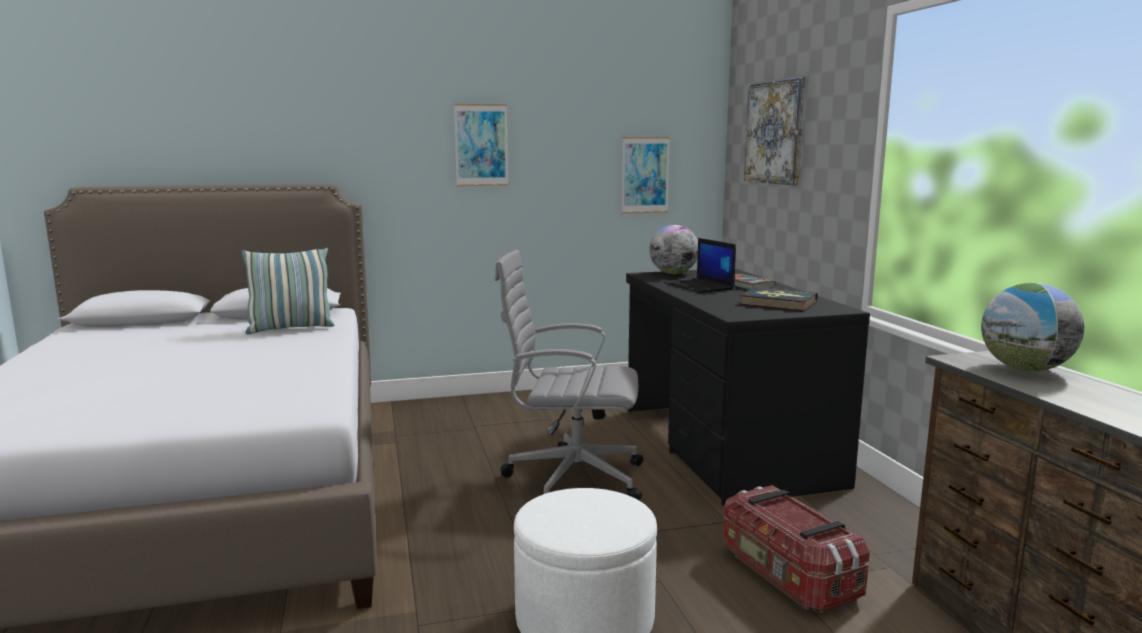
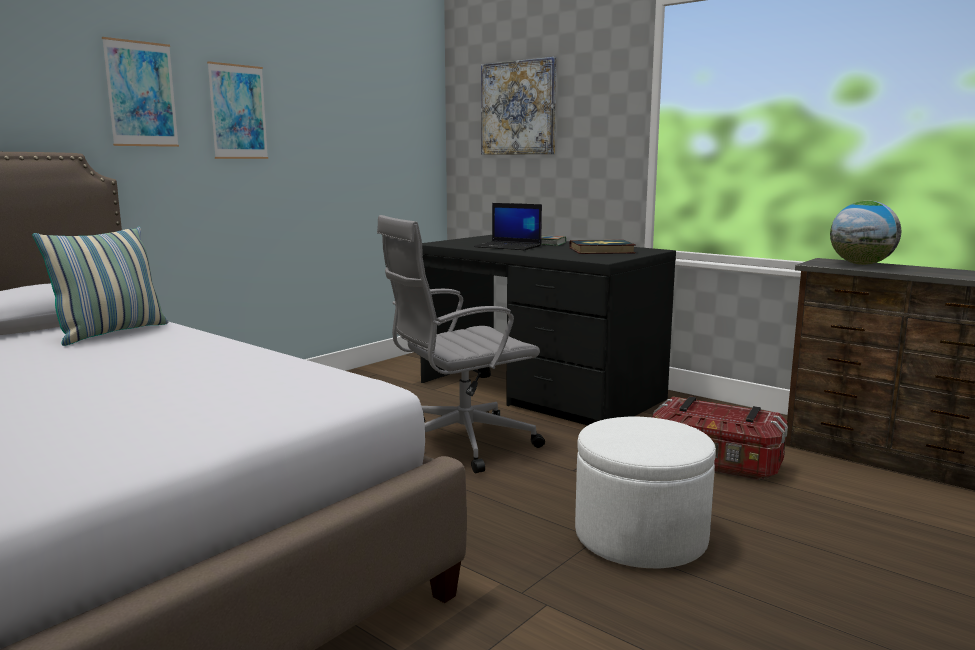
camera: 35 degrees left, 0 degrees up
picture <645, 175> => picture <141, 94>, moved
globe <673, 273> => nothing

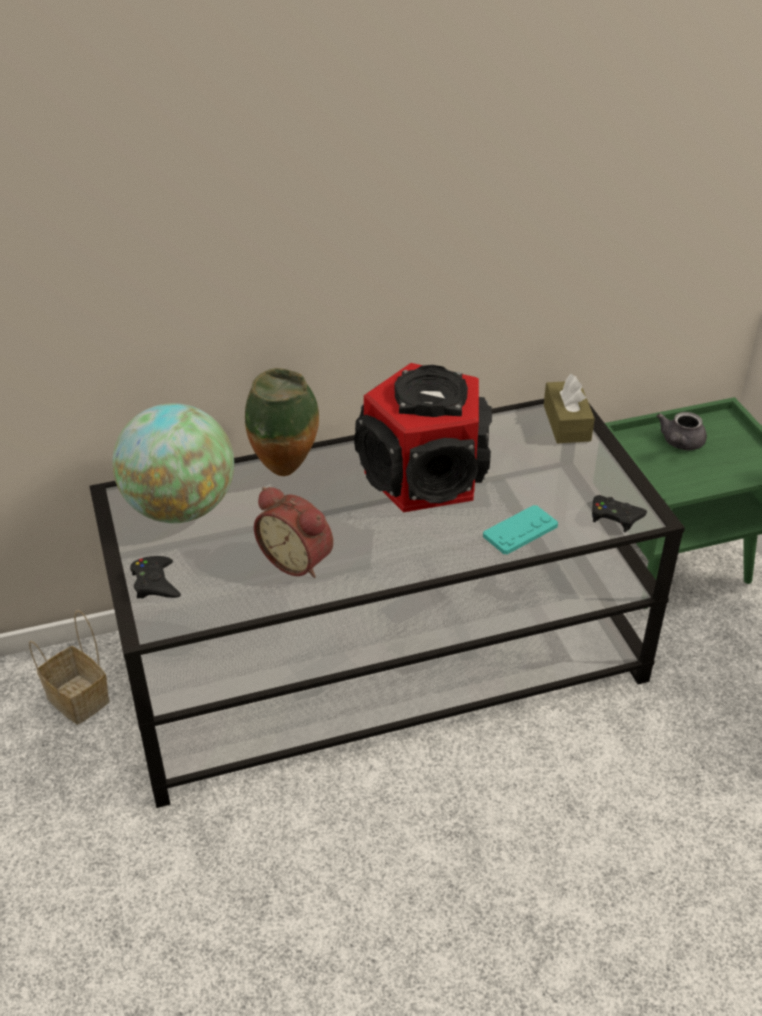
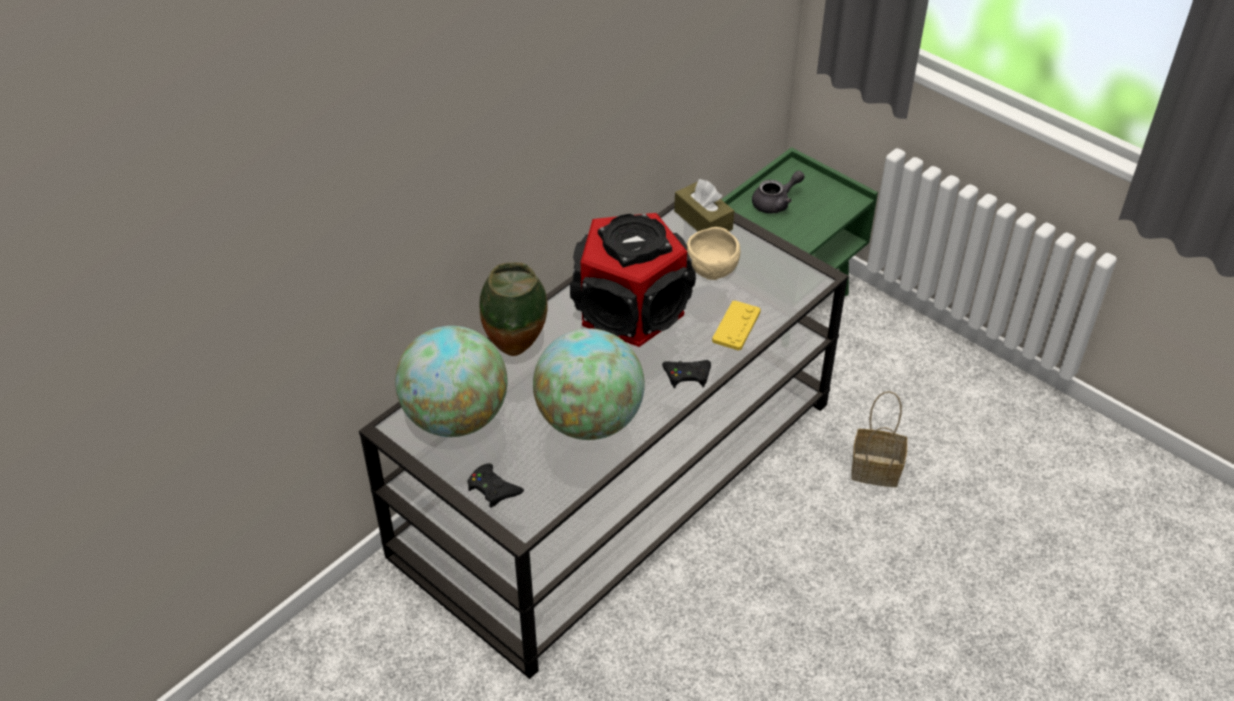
camera: 30 degrees left, 5 degrees up
alarm clock <298, 560> => globe <589, 421>
black game controller <615, 516> => black game controller <687, 376>, moved
nothing => beige bowl <711, 267>
turquoise game controller <520, 531> => yellow game controller <736, 326>
grey teapot <679, 443> => grey teapot <776, 203>, 120 degrees counterclockwise
basket <75, 699> => basket <873, 470>, moved

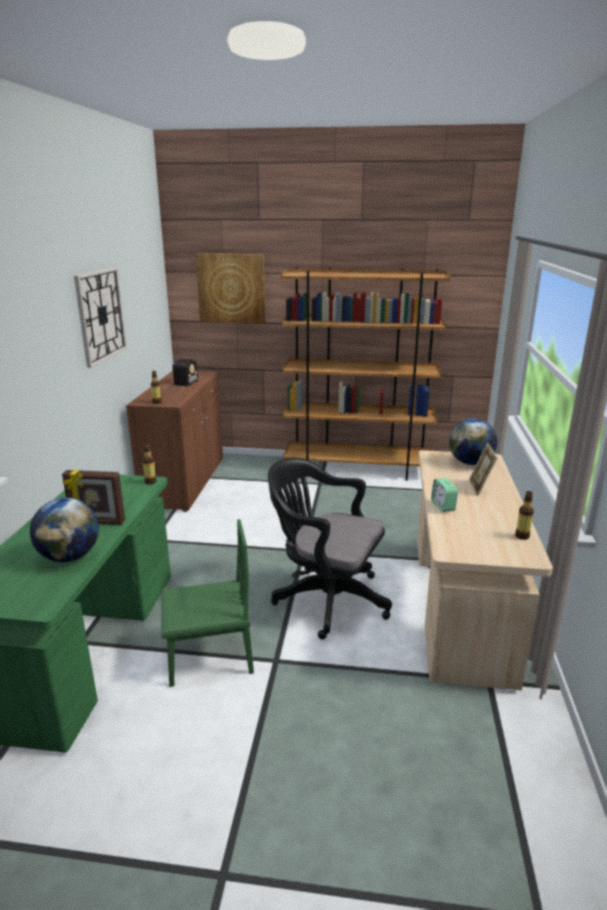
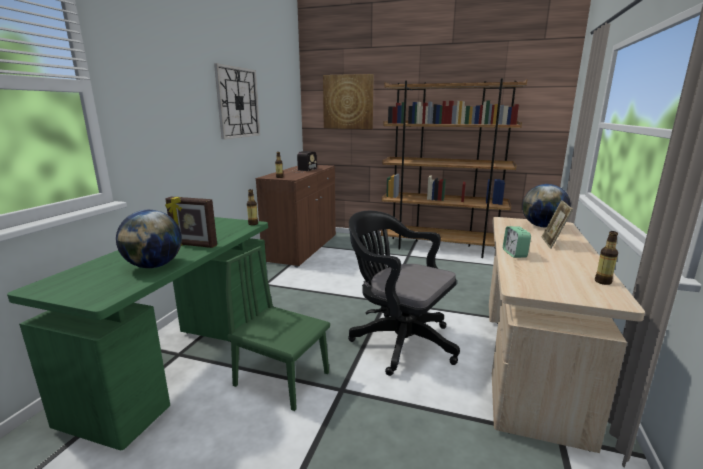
camera: 10 degrees right, 5 degrees down
green chair <209, 656> => green chair <282, 379>, 150 degrees counterclockwise

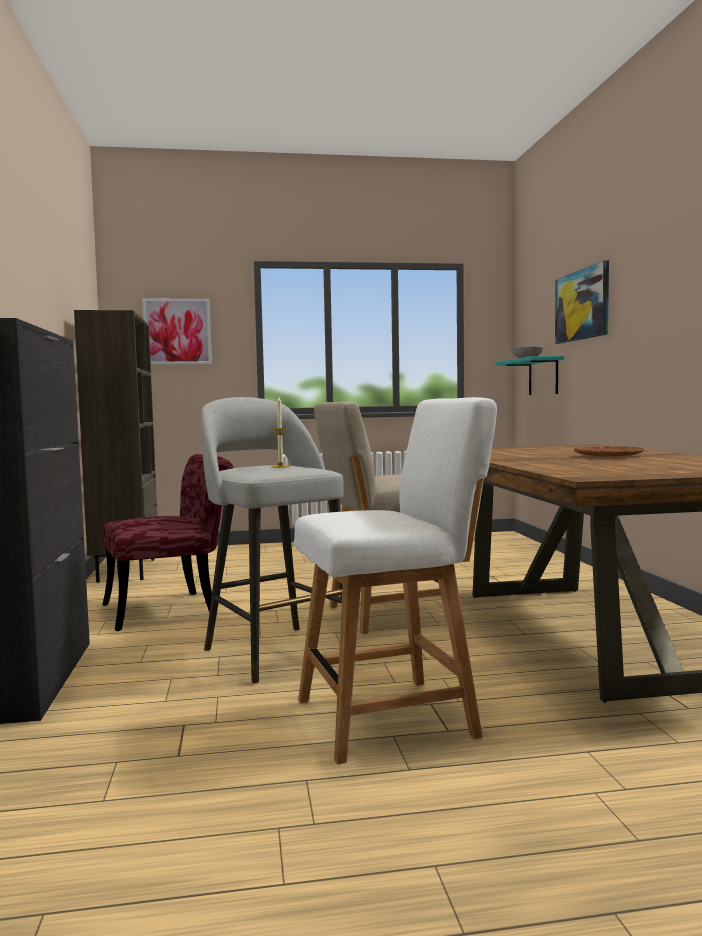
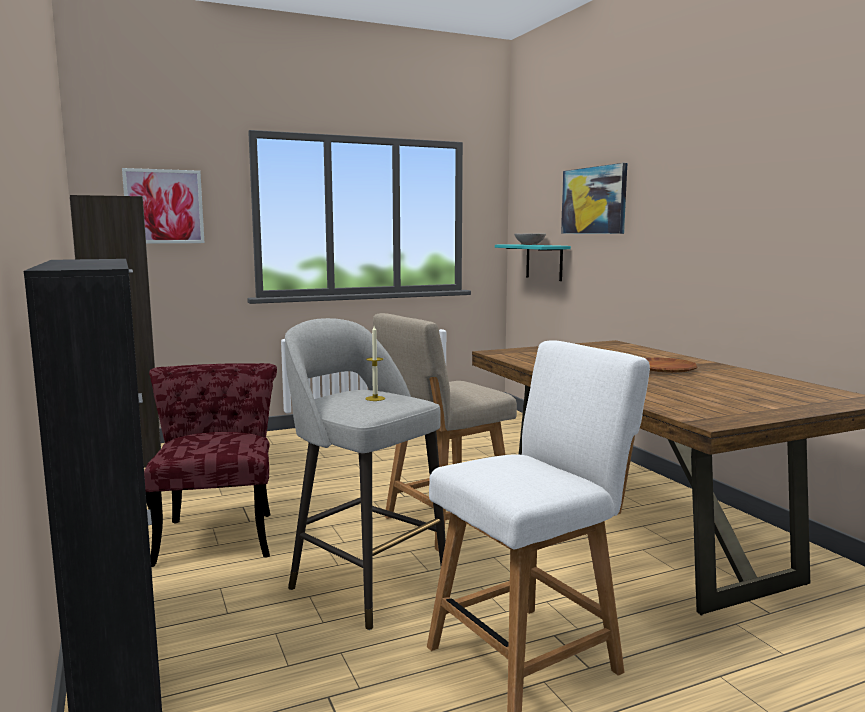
camera: 15 degrees left, 5 degrees up
red chair <173, 608> => red chair <218, 532>, 60 degrees counterclockwise

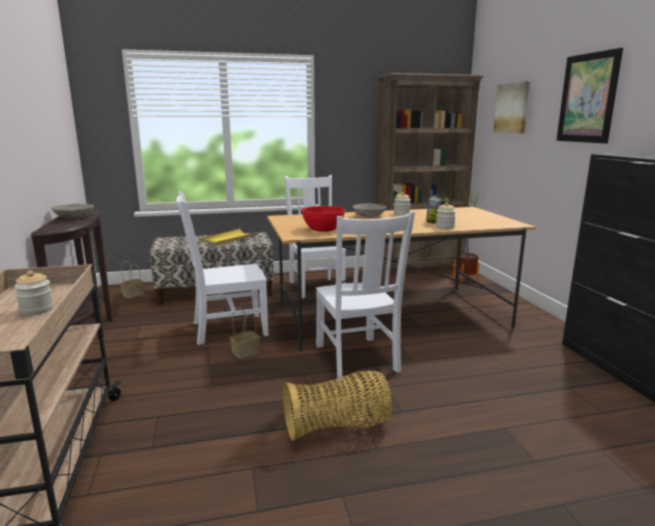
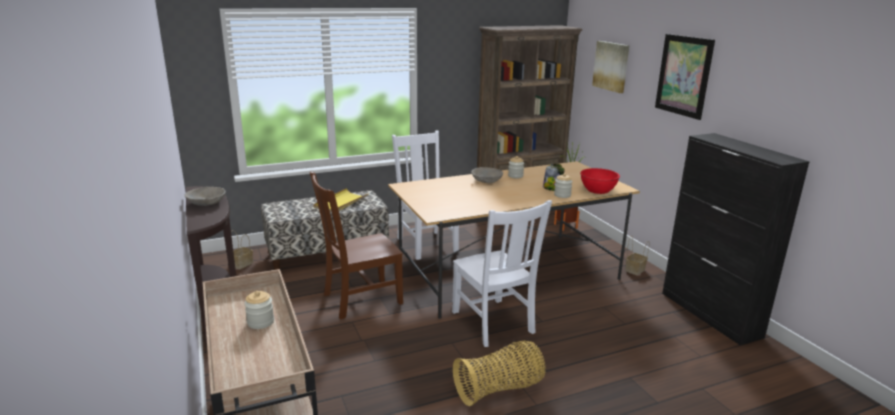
camera: 10 degrees left, 5 degrees up
white chair <226, 329> => brown chair <359, 299>
red bowl <323, 229> => red bowl <598, 190>, moved
basket <246, 352> => basket <635, 270>, moved

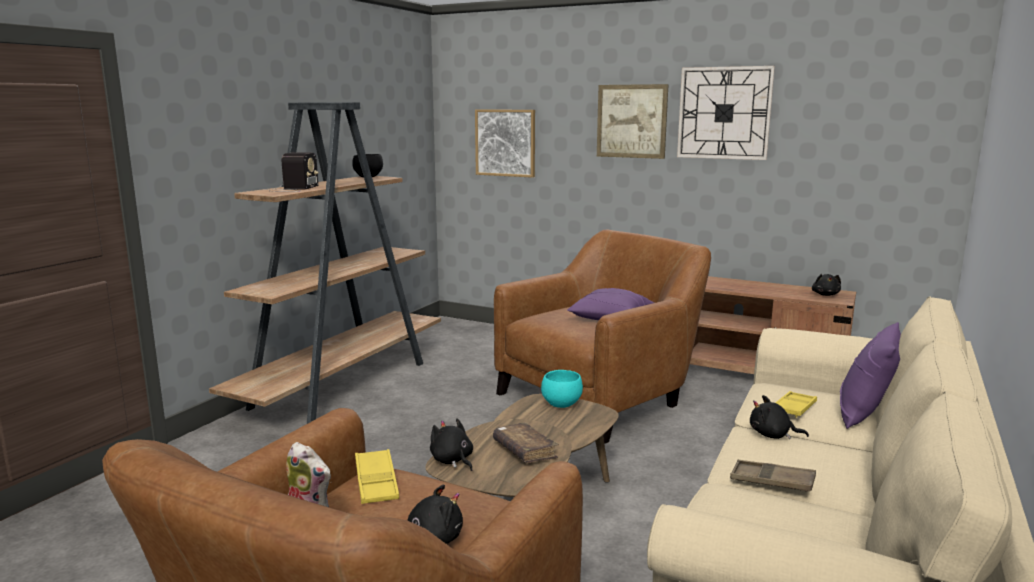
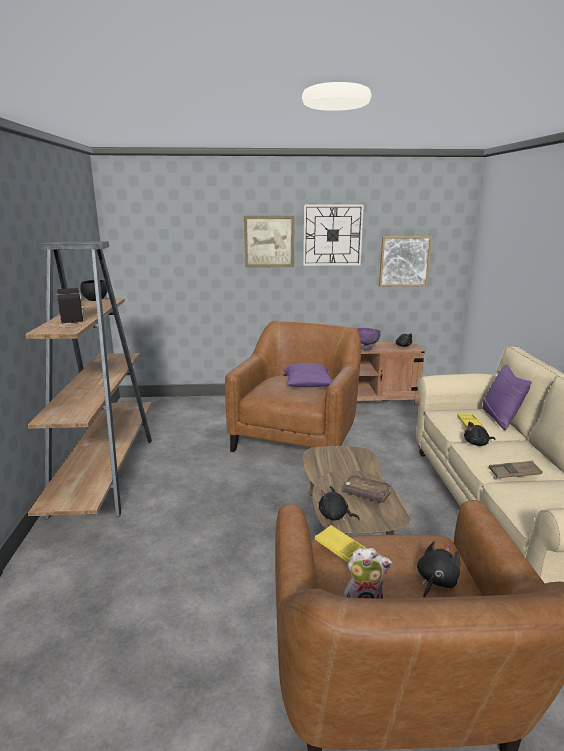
camera: 30 degrees left, 5 degrees up
nothing => purple bowl <366, 349>
picture <505, 143> => picture <404, 261>, moved
turquoise bowl <560, 404> => nothing

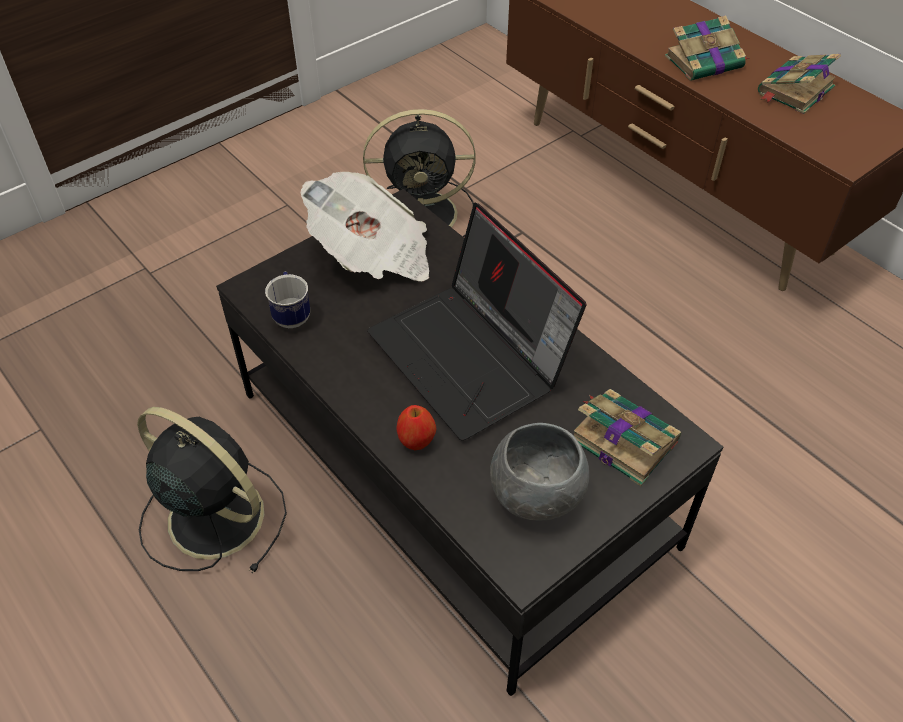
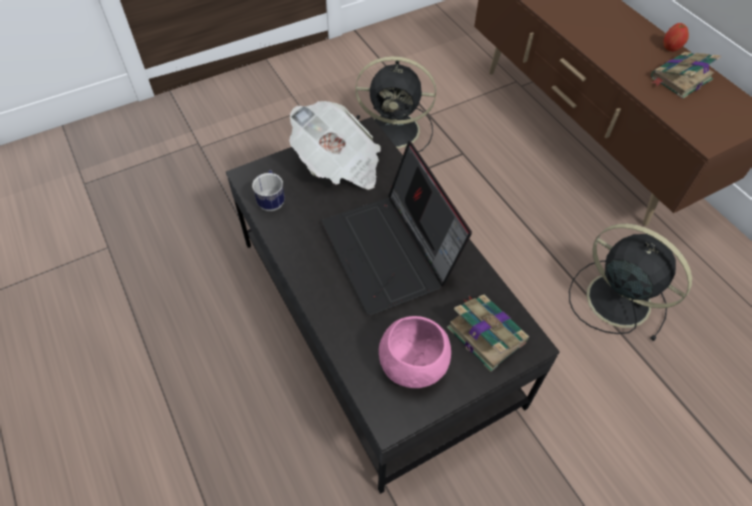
camera: 10 degrees right, 5 degrees up
grey bowl <535, 494> => pink bowl <412, 365>
black fan <212, 514> => black fan <615, 298>, moved
apple <416, 440> => apple <671, 48>, moved
book <705, 62> => nothing

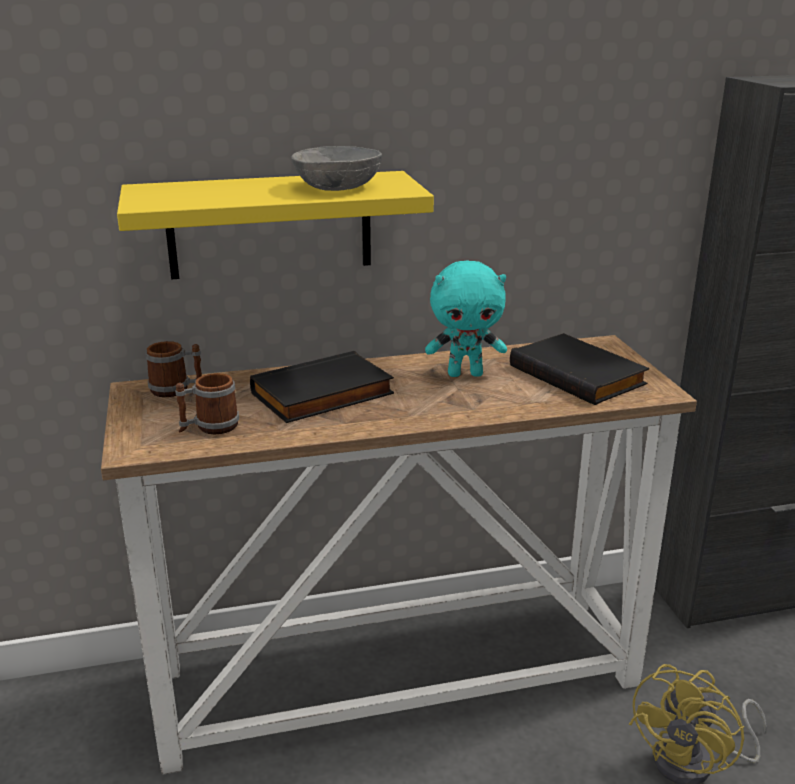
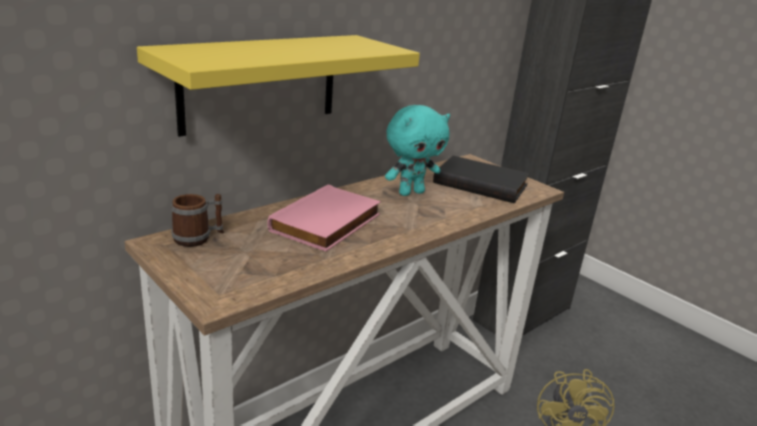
camera: 30 degrees left, 0 degrees up
black book <323, 395> => pink book <328, 224>
mug <209, 427> => nothing
grey bowl <339, 187> => nothing

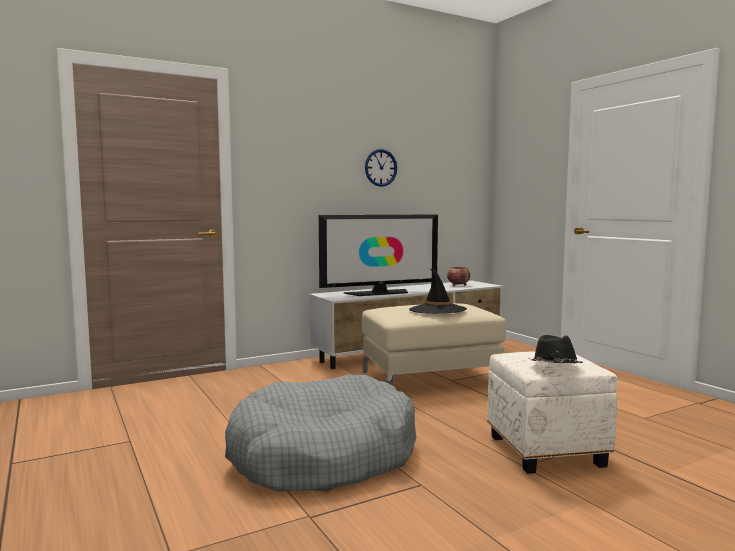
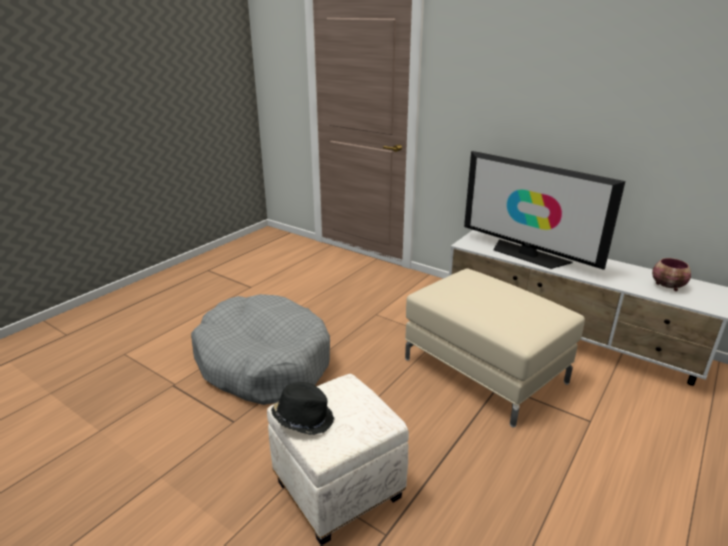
camera: 65 degrees right, 20 degrees up
wall clock <380, 168> => nothing
black hat <437, 310> => nothing

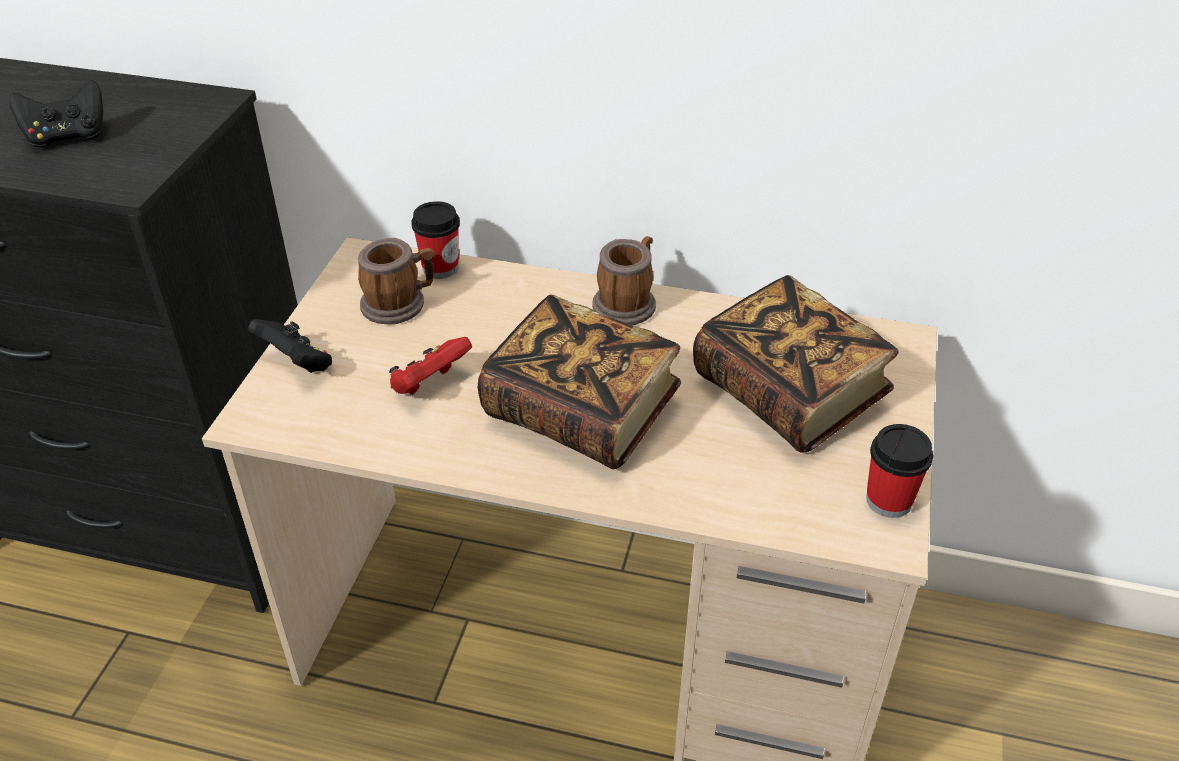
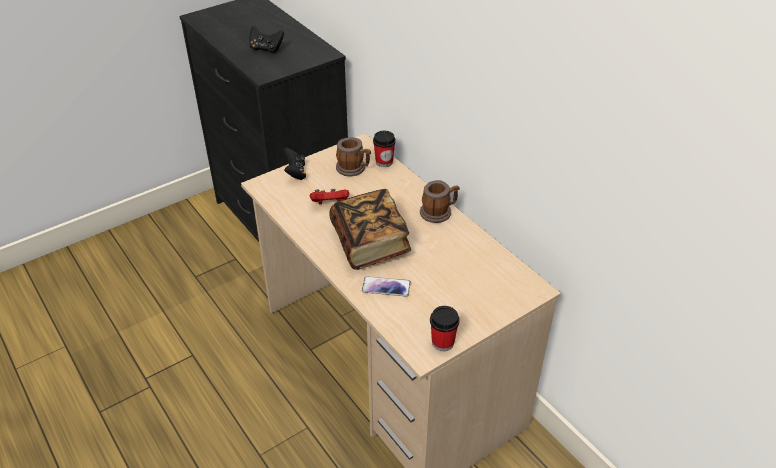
camera: 40 degrees right, 0 degrees up
nothing => phone <386, 287>
book <789, 392> => nothing

